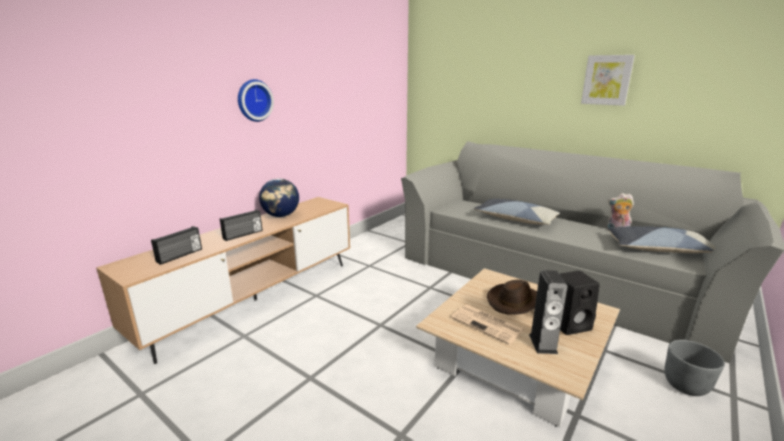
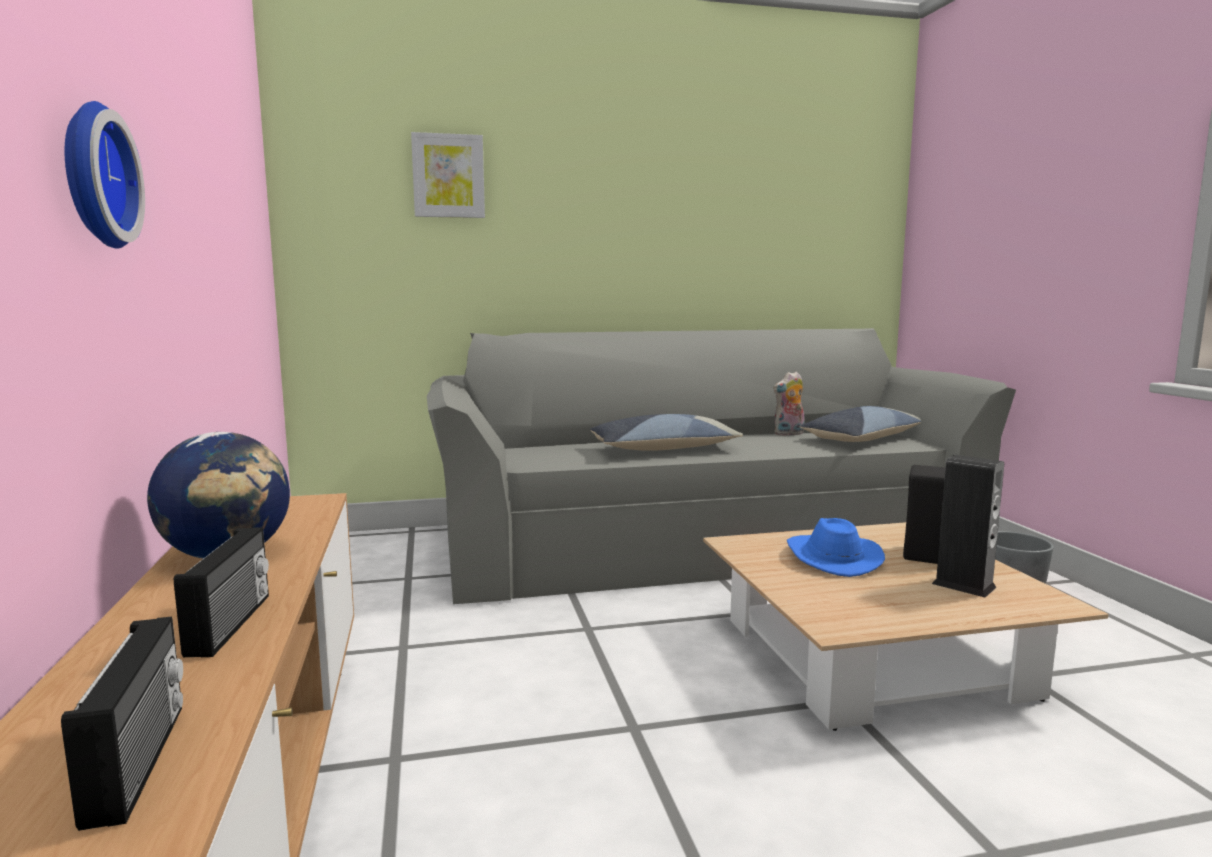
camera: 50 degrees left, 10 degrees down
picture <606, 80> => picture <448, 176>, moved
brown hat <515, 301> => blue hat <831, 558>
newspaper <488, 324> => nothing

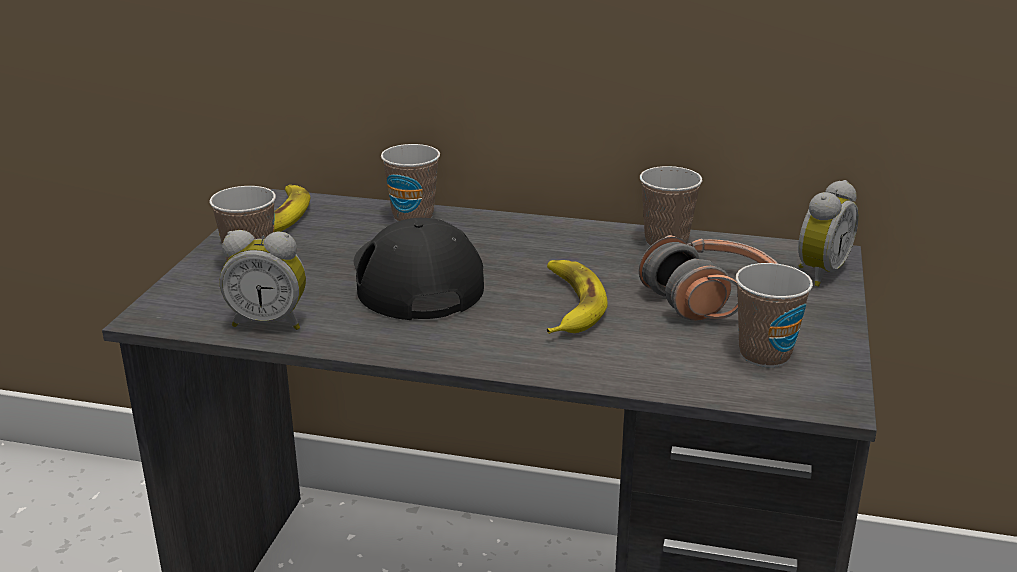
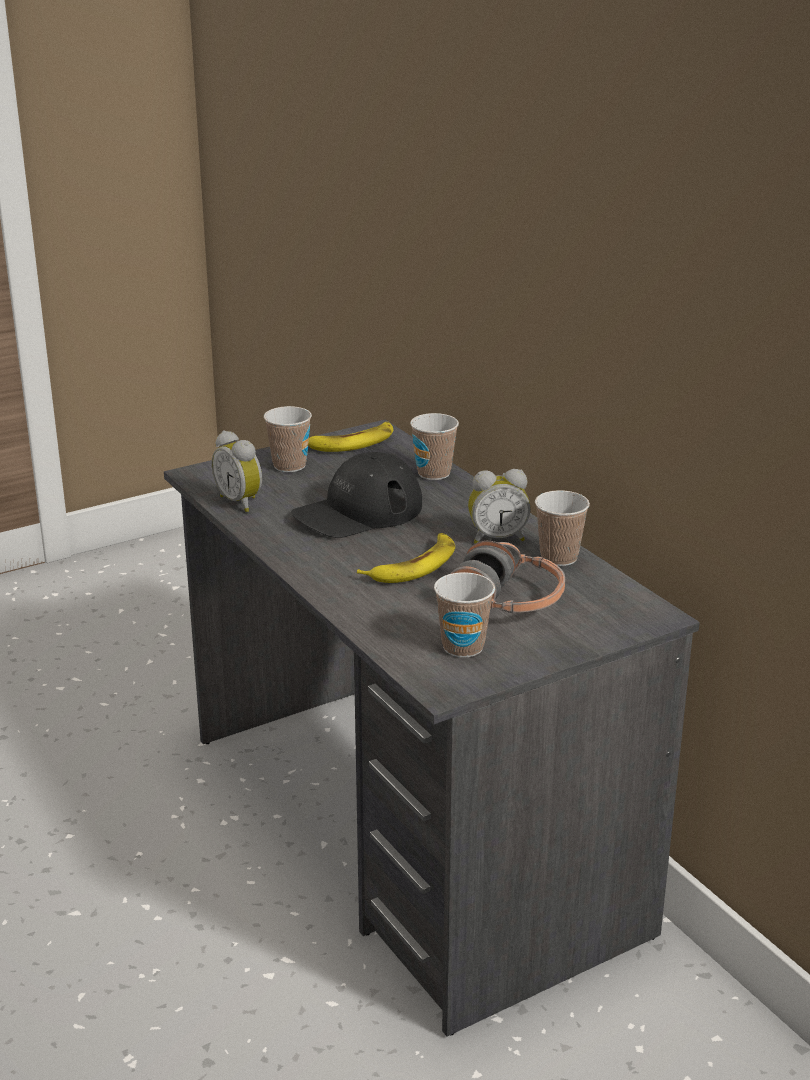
camera: 45 degrees right, 0 degrees up
black cap <414, 279> => black cap <358, 512>, 150 degrees counterclockwise
alarm clock <818, 273> => alarm clock <497, 538>, moved

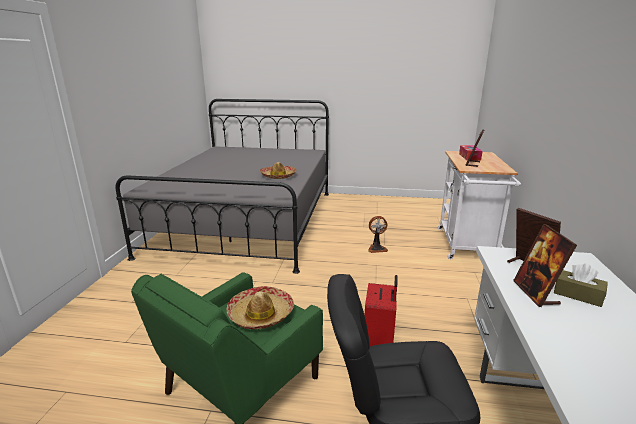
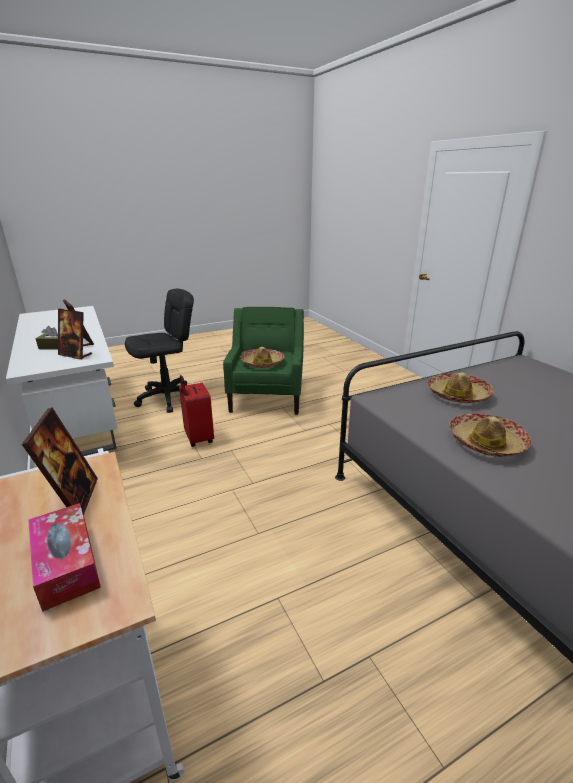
camera: 145 degrees right, 5 degrees up
nothing => hat <458, 395>
fan <376, 248> => nothing

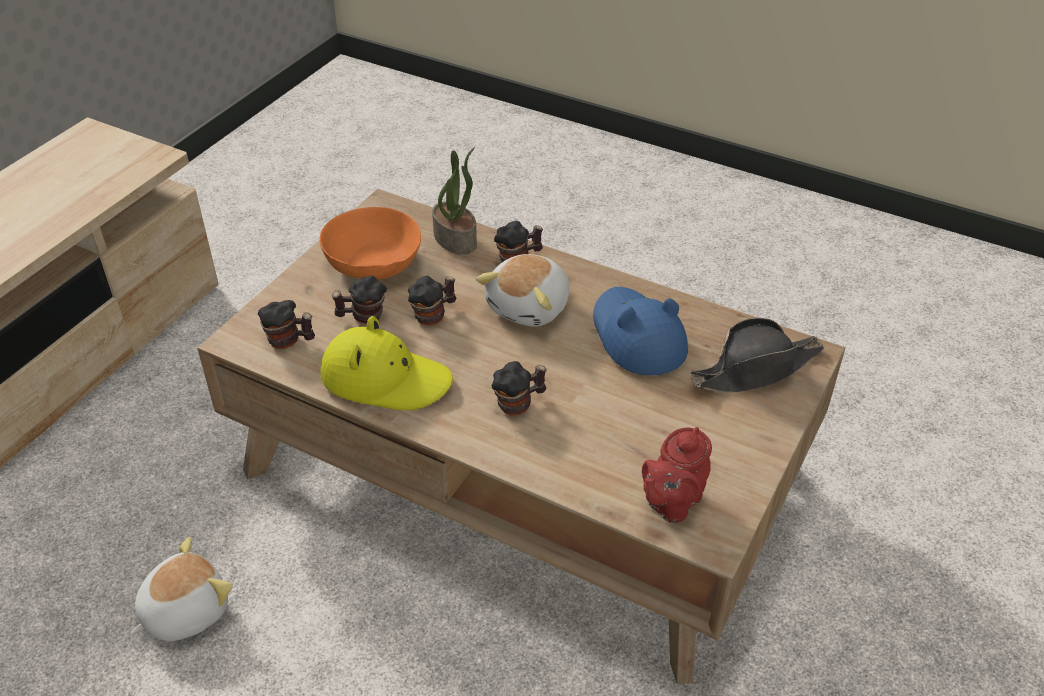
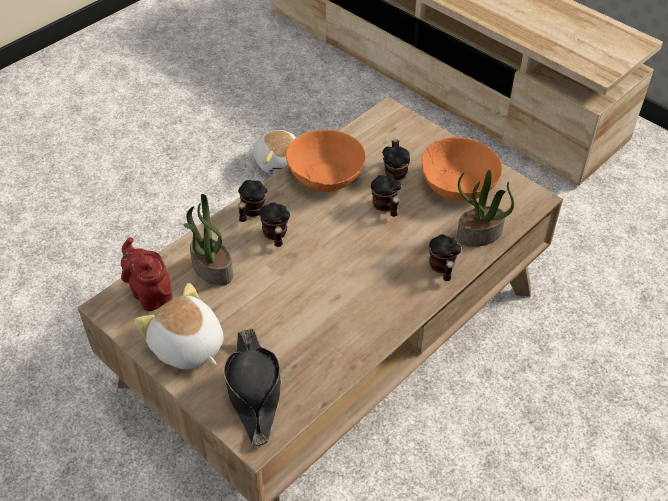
camera: 105 degrees right, 5 degrees up
plush toy <530, 307> => plush toy <187, 347>, moved
nothing => potted plant <211, 269>
mug <289, 341> => mug <251, 213>, moved
yellow hat <385, 378> => orange bowl <326, 174>
blue hat <637, 336> => nothing

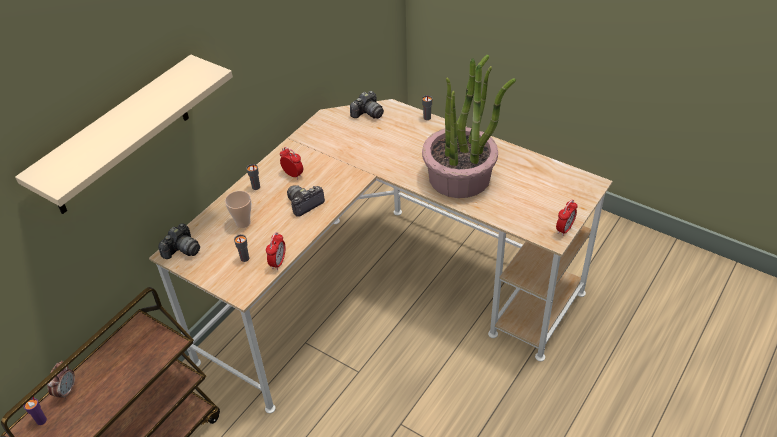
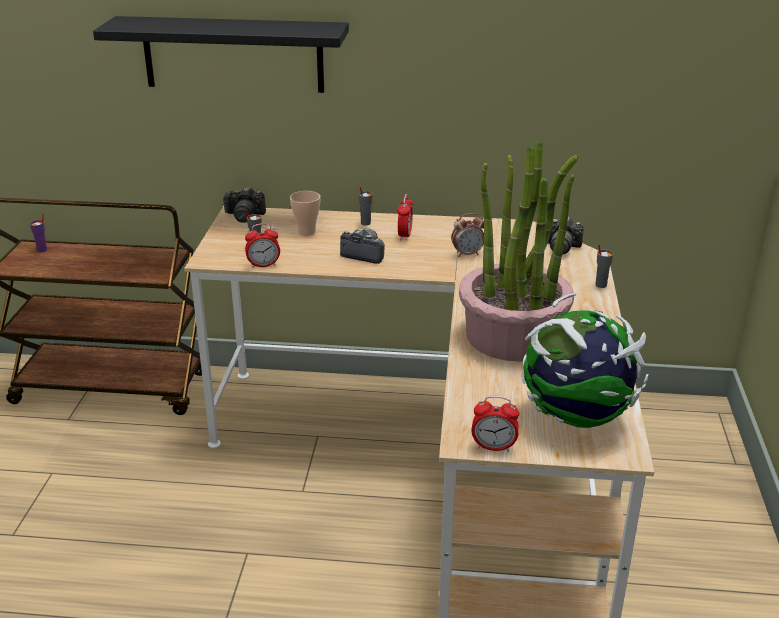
camera: 60 degrees right, 15 degrees down
beige shelf <119, 137> => black shelf <233, 54>
alarm clock <66, 391> => alarm clock <467, 254>, moved
nothing => globe <576, 417>

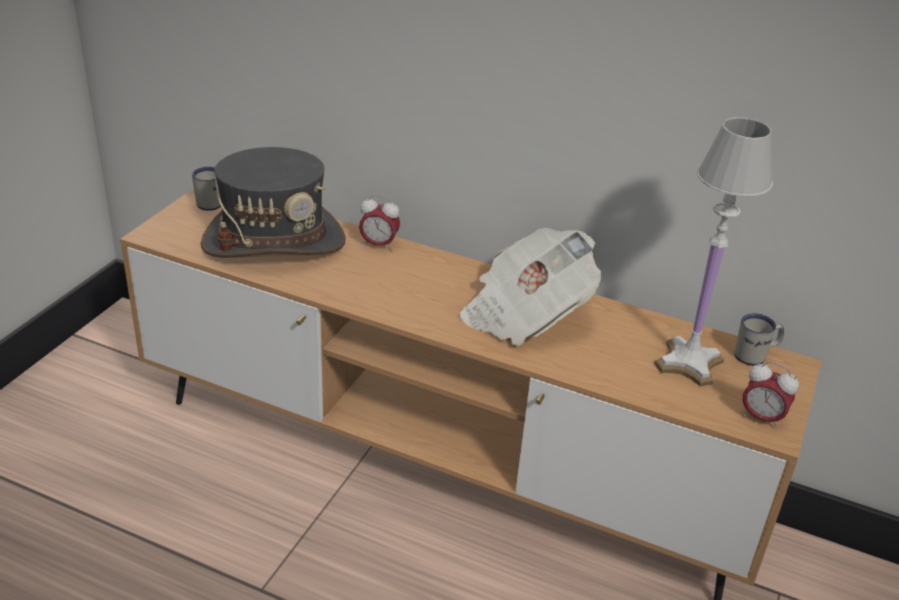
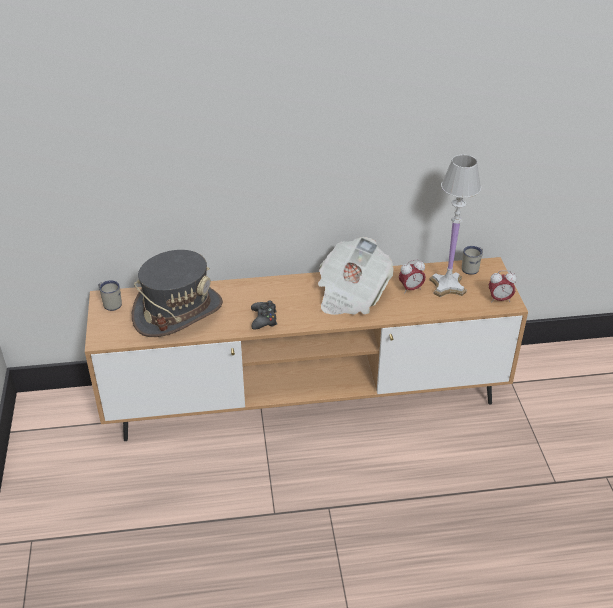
camera: 30 degrees left, 5 degrees up
nothing => black game controller <264, 319>
alarm clock <379, 245> => alarm clock <411, 289>, moved

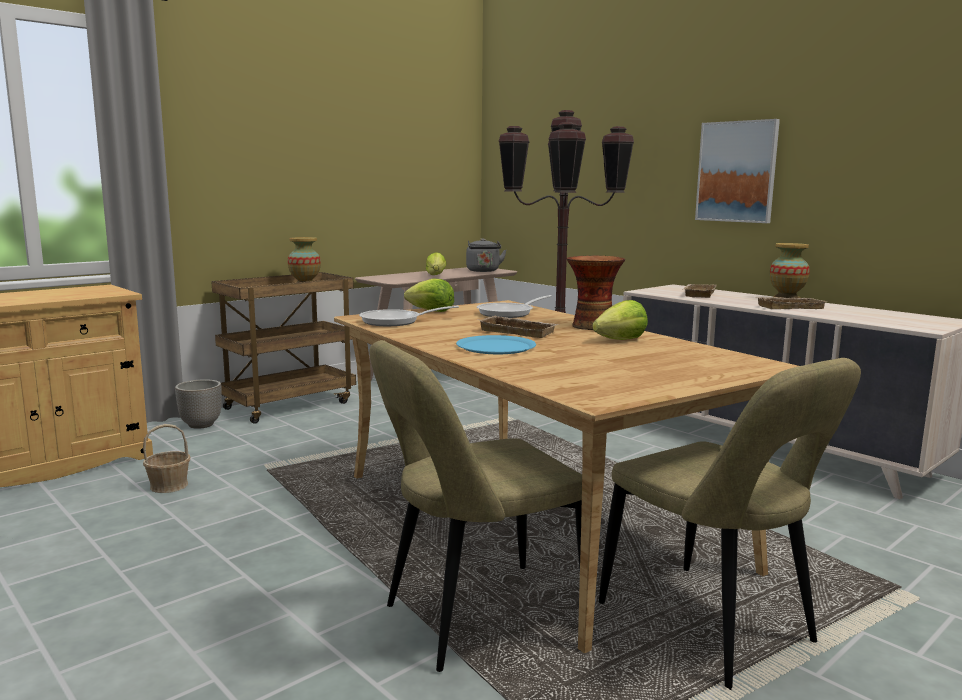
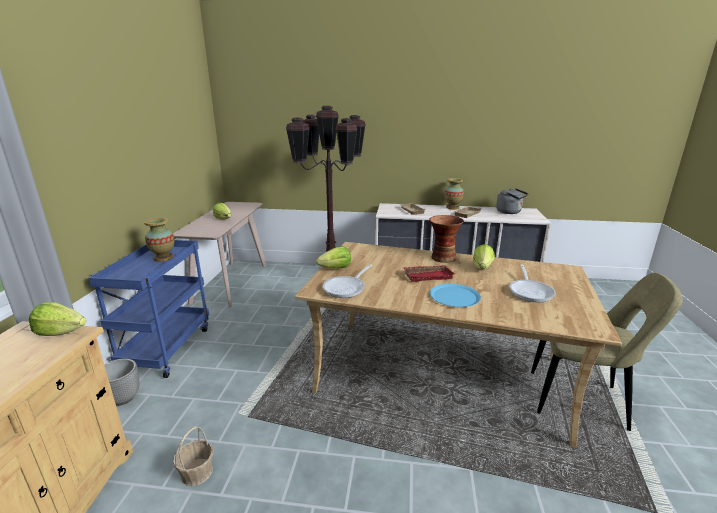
camera: 40 degrees left, 10 degrees up
nothing => lettuce <60, 332>
brown cart <290, 405> => blue cart <167, 348>
beige tray <519, 331> => red tray <428, 275>
grey kettle <483, 271> => grey kettle <510, 212>, moved
frying pan <509, 313> => frying pan <530, 291>, moved
beige chair <476, 618> => nothing
picture <737, 172> => nothing

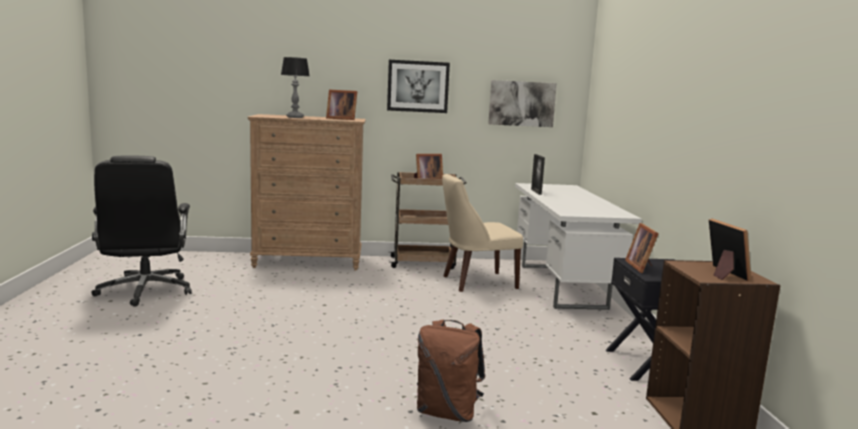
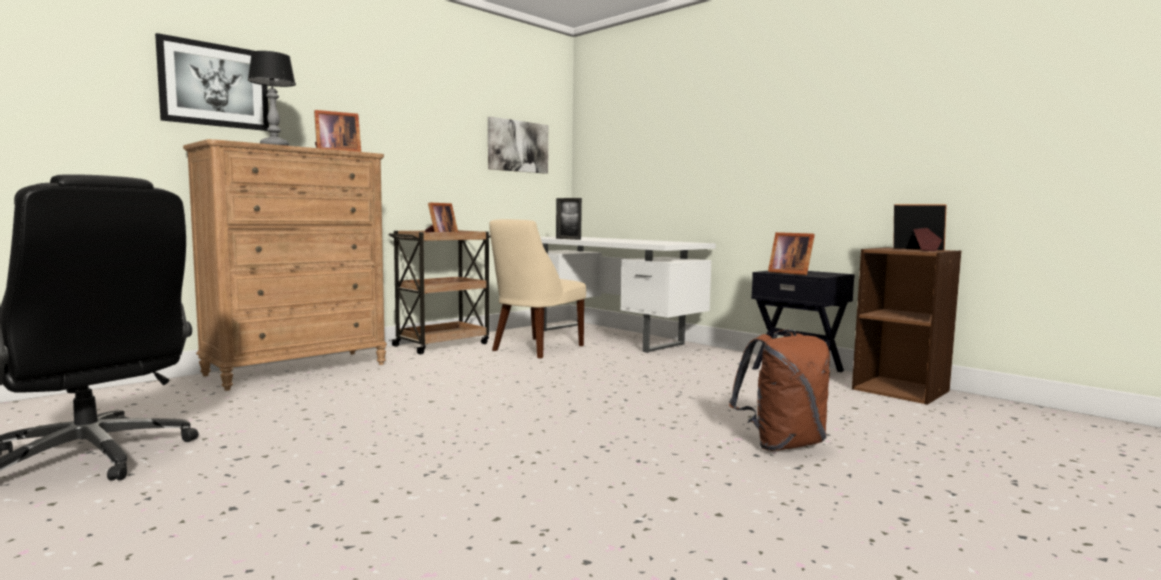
camera: 40 degrees left, 5 degrees down
picture <418, 86> => picture <214, 85>, moved

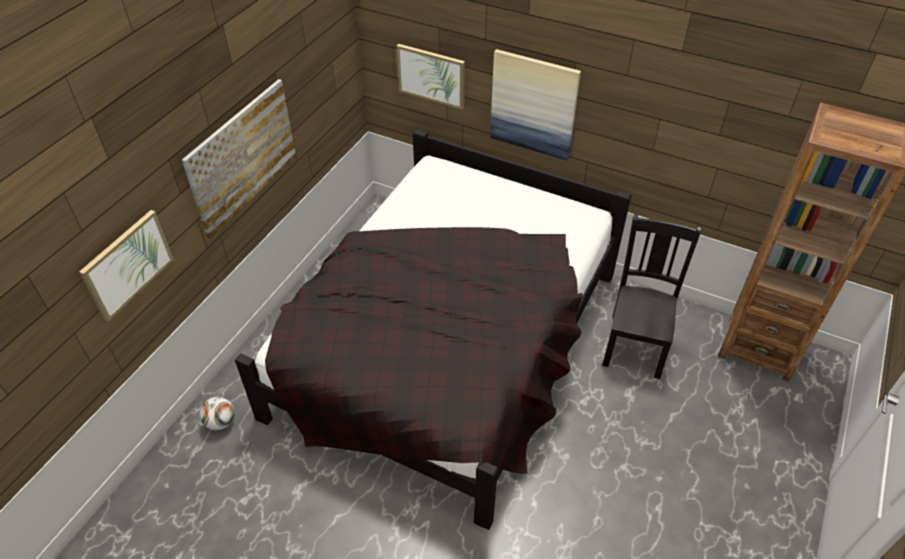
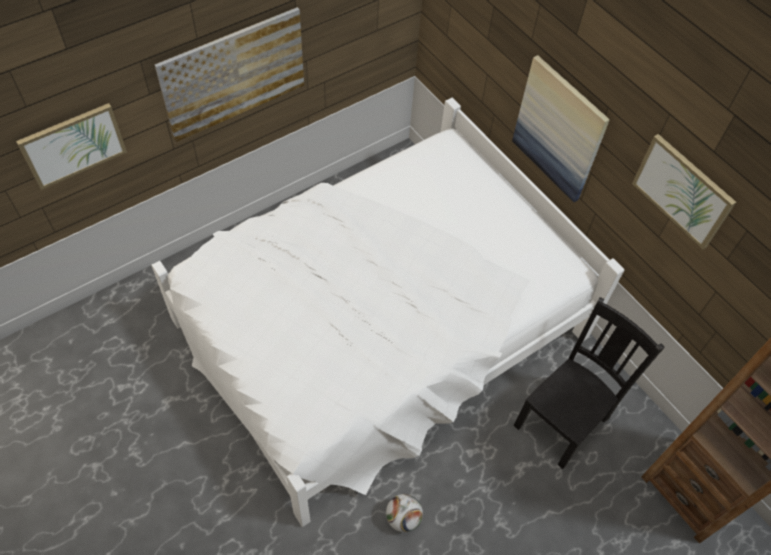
camera: 25 degrees right, 10 degrees up
black bed <448, 345> => white bed <379, 330>
football <220, 422> => football <403, 518>, moved
picture <431, 75> => picture <682, 191>, moved

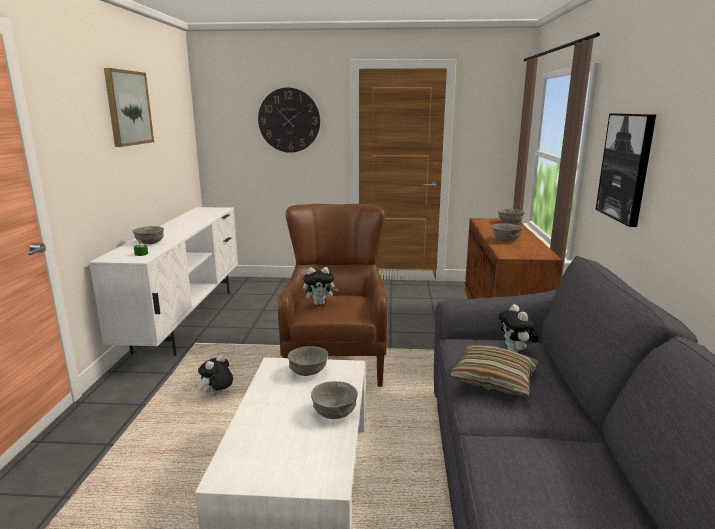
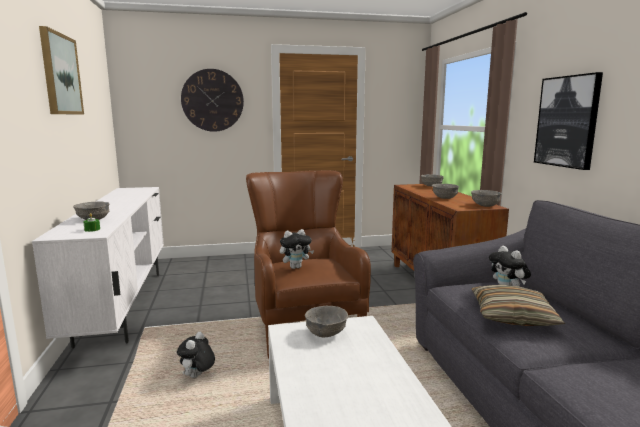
camera: 15 degrees left, 5 degrees down
grey bowl <335, 412> => grey bowl <485, 205>, moved

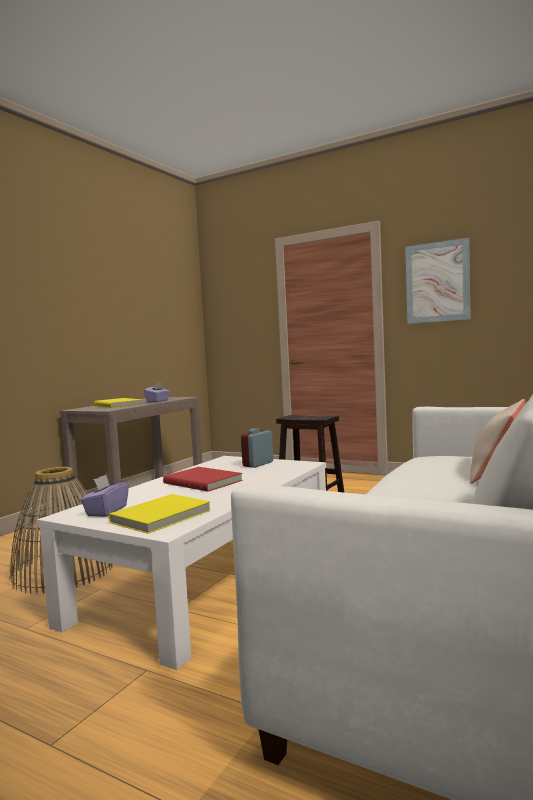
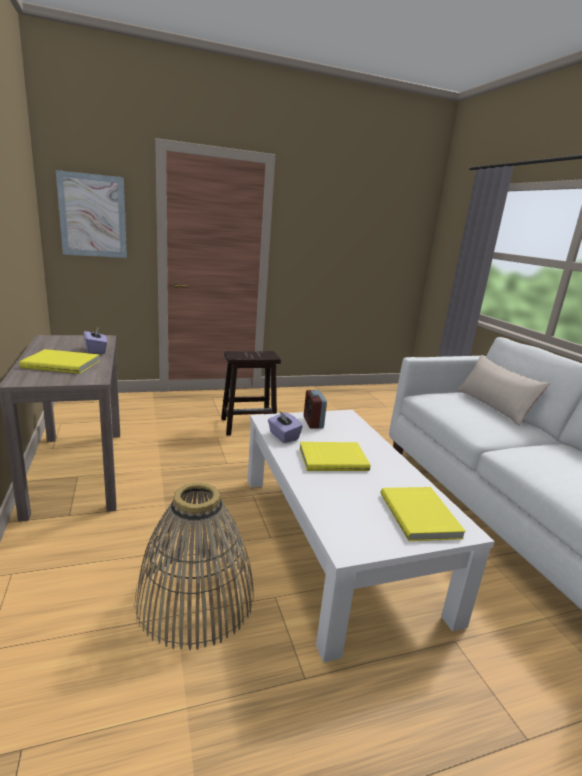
camera: 50 degrees left, 15 degrees up
picture <437, 282> => picture <93, 216>, moved
purple tissue box <106, 511> => purple tissue box <283, 436>, moved
red book <204, 481> => yellow book <332, 458>

